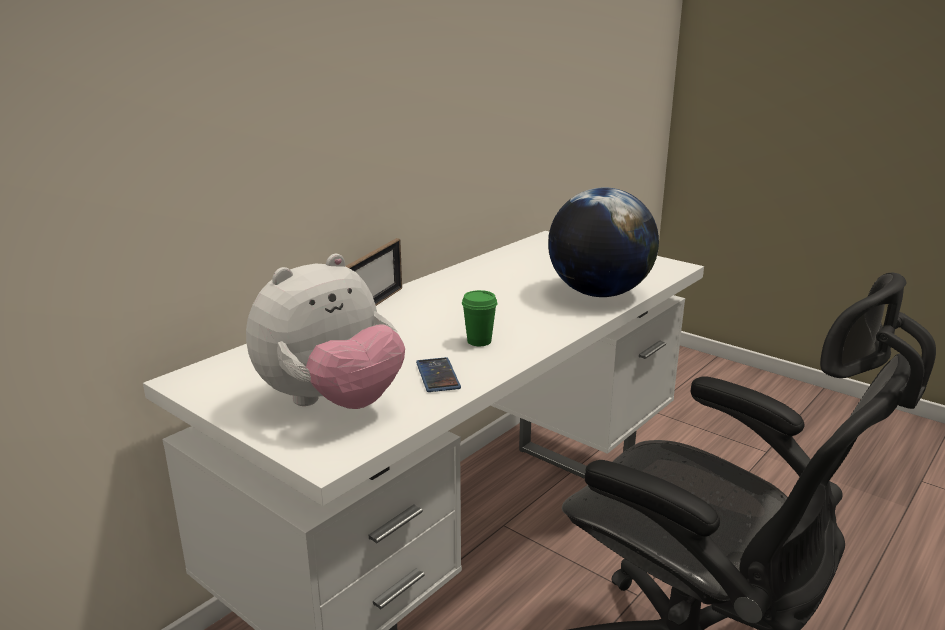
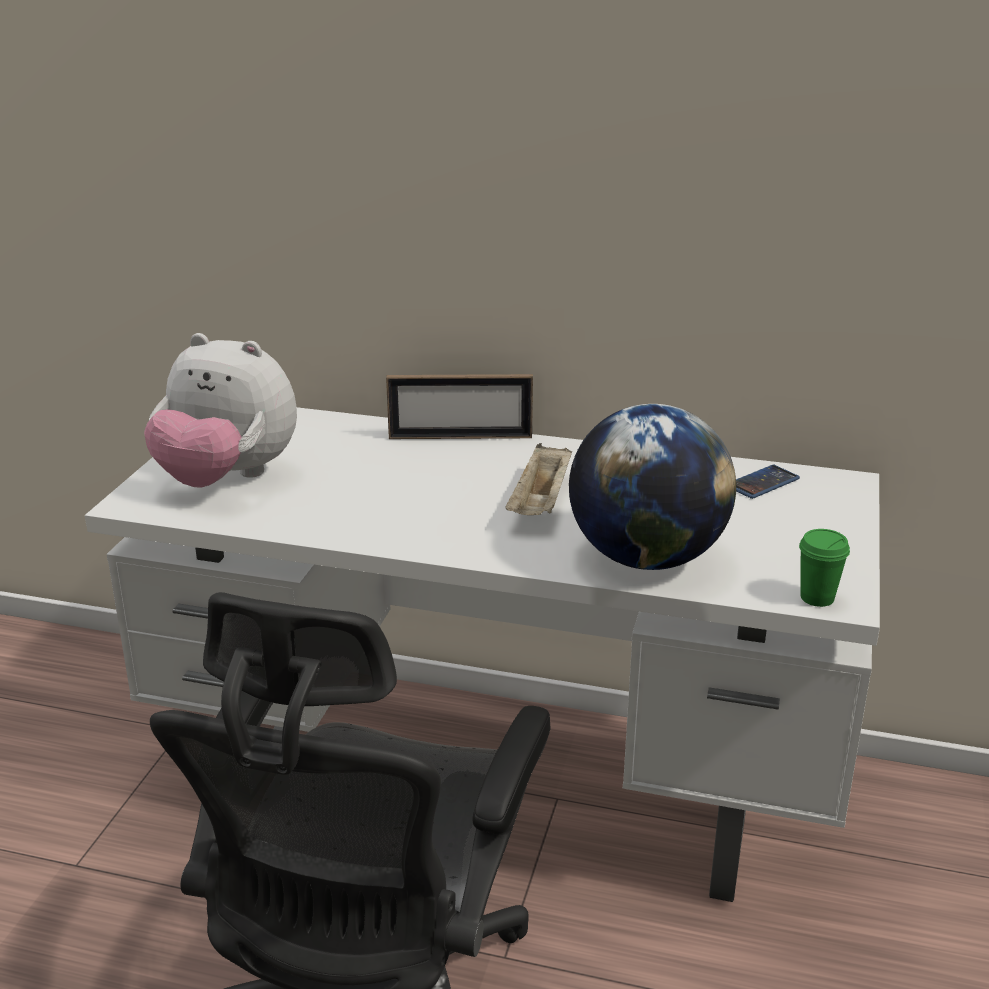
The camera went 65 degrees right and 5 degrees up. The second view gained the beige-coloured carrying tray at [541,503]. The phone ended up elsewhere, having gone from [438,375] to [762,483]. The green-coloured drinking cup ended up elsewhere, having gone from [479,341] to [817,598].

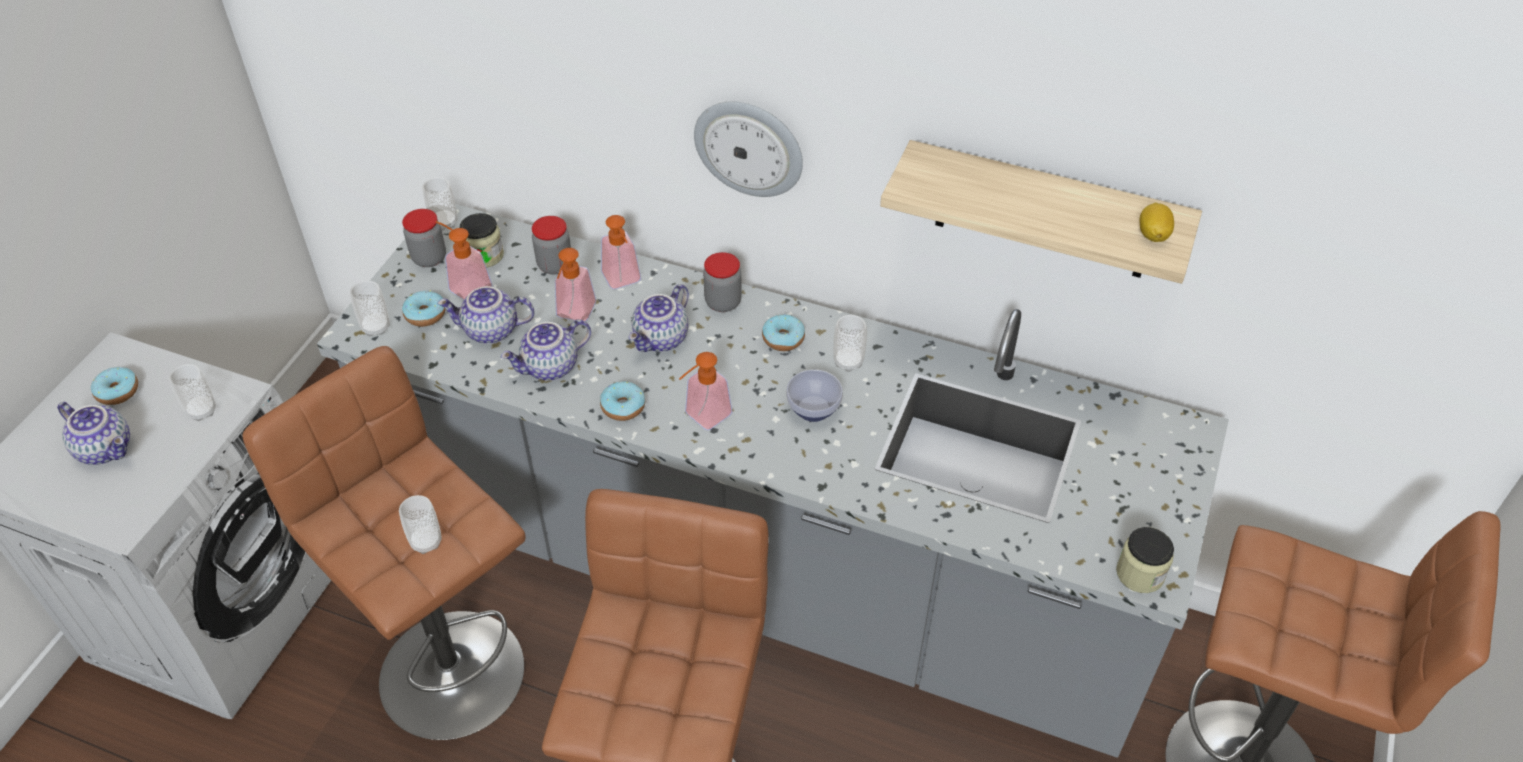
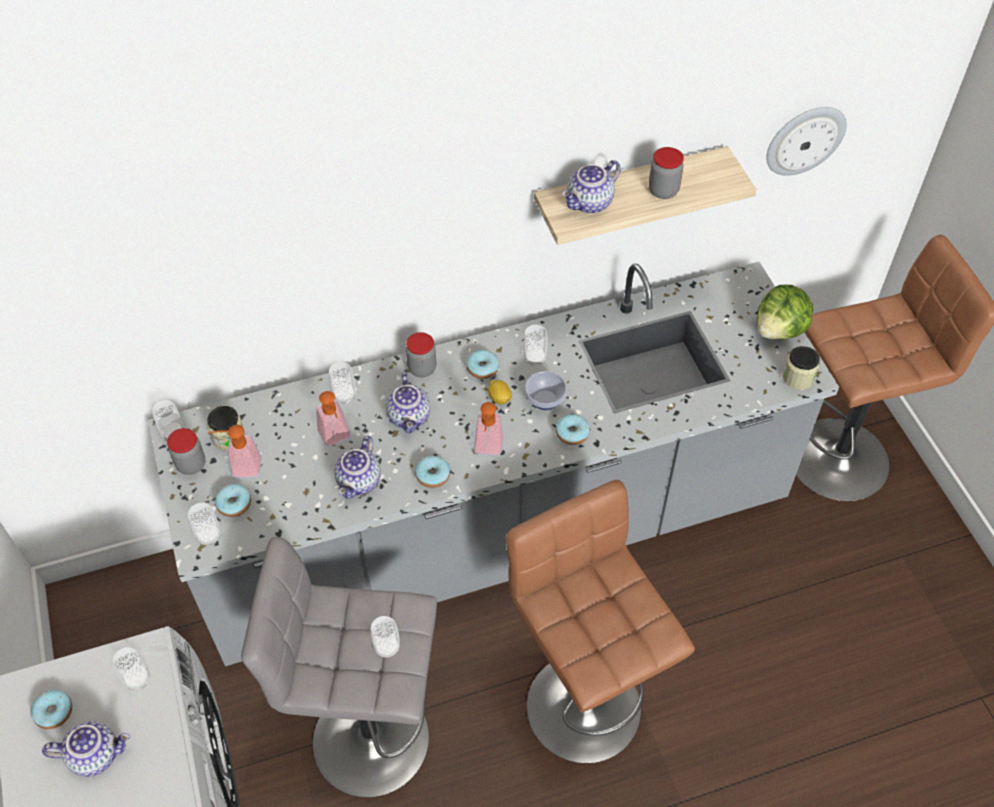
The camera went 40 degrees left and 5 degrees up. What was the brownish stool at [452,672] turned into the grey stool at [369,738]. Where the soap dispenser stood at [624,281], the drinking cup came to stand at [344,395]. The whole lemon ended up elsewhere, having gone from [1153,234] to [499,398]. The second view gained the donut at [572,433]. The tea pot ended up elsewhere, having gone from [490,331] to [590,203]. The storage jar ended up elsewhere, having gone from [555,265] to [663,191]. The second view gained the lettuce at [779,330]. The clock on the wall ended up elsewhere, having gone from [749,147] to [804,139].

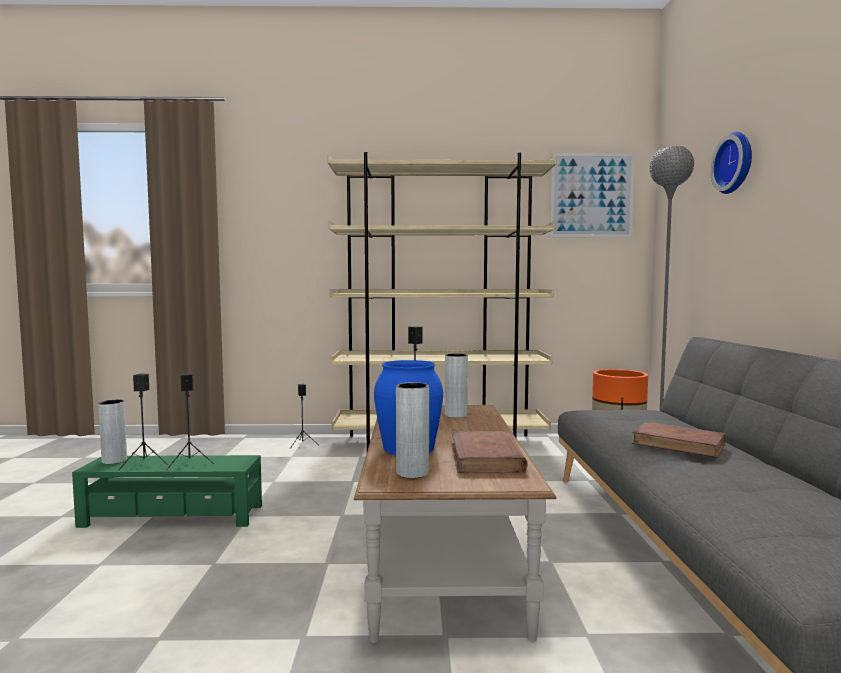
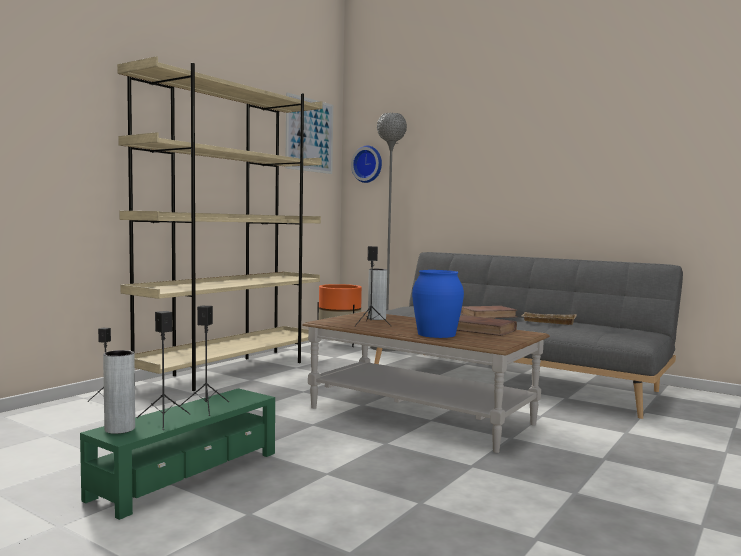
The camera went 55 degrees left and 0 degrees up. The clock on the wall ended up elsewhere, having gone from [736,163] to [368,164]. The second view gained the beige-coloured carrying tray at [547,322]. The second view lost the grey vase at [412,472].

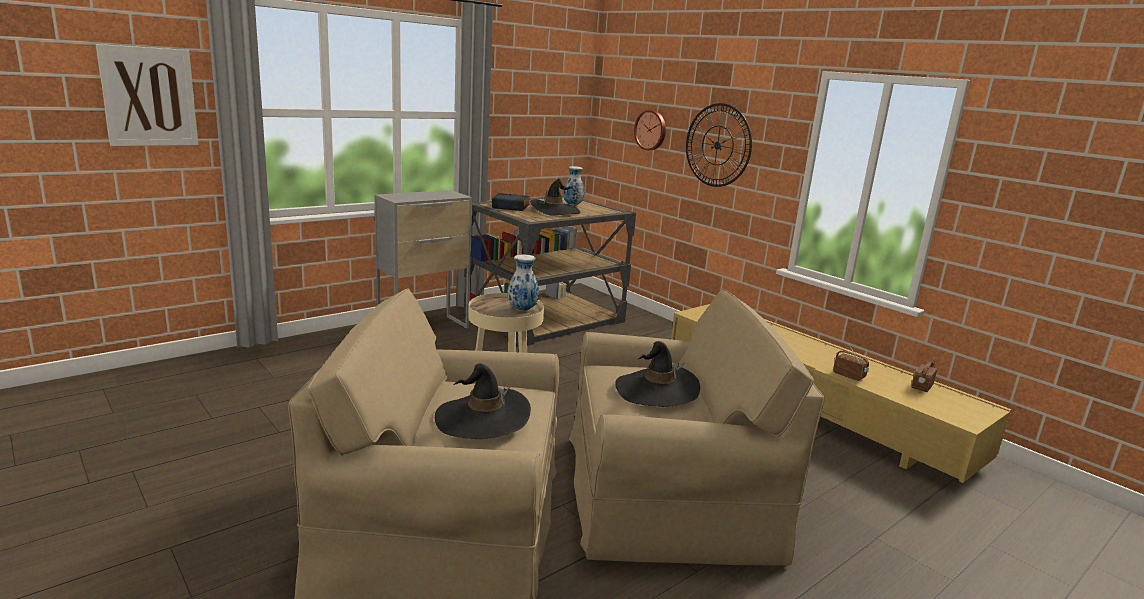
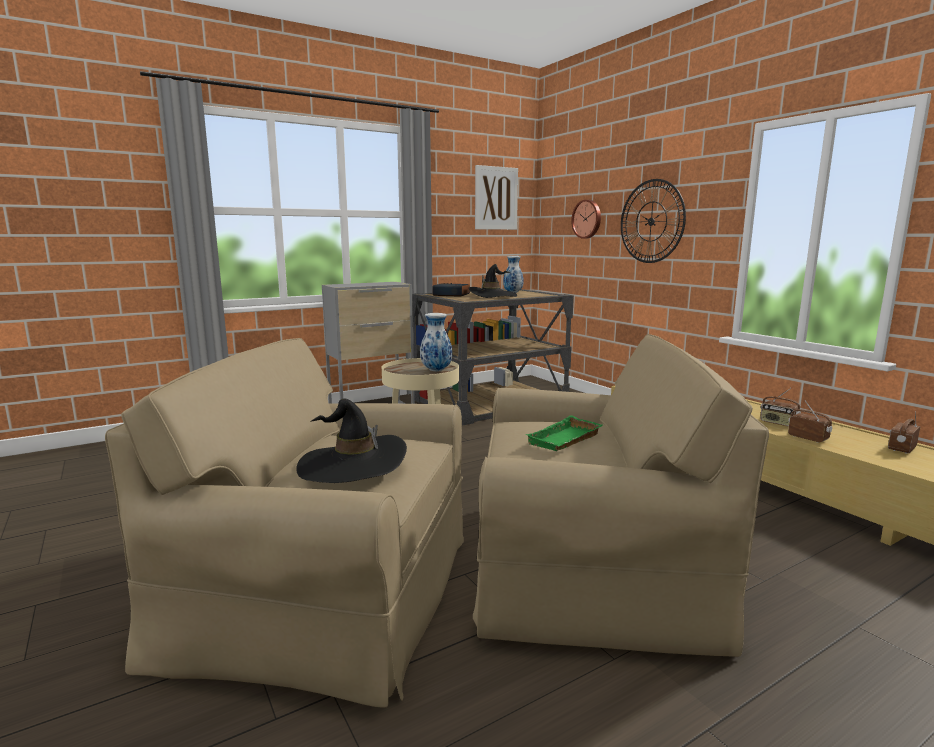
The camera went 10 degrees right and 5 degrees down. The wall picture ended up elsewhere, having gone from [149,97] to [496,198]. Where the blackish hat stood at [656,390], the green-coloured carrying tray came to stand at [565,440]. The second view gained the radio at [778,423].

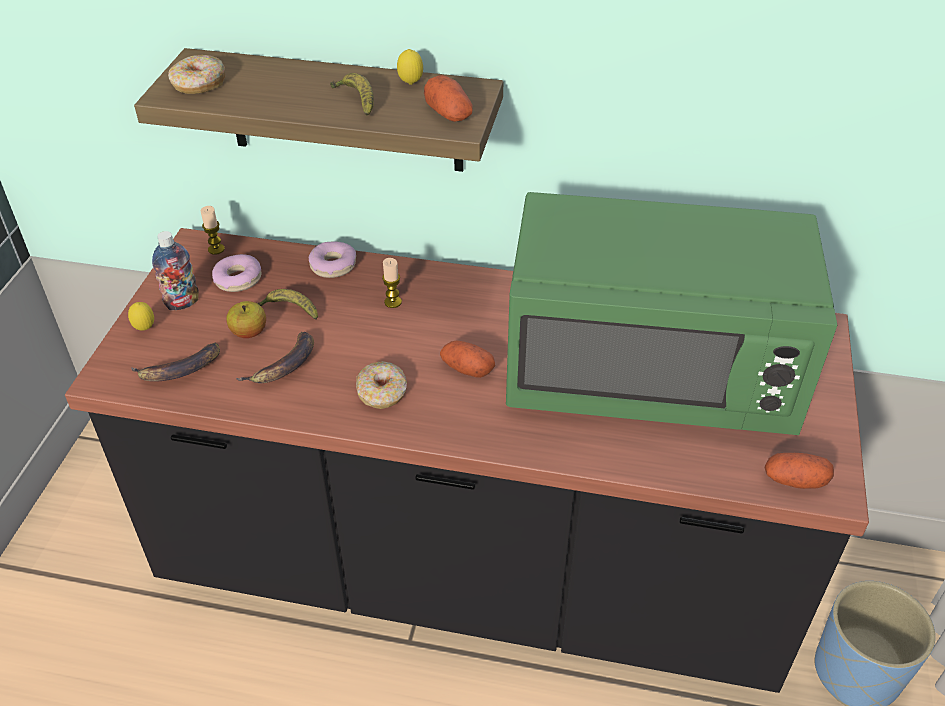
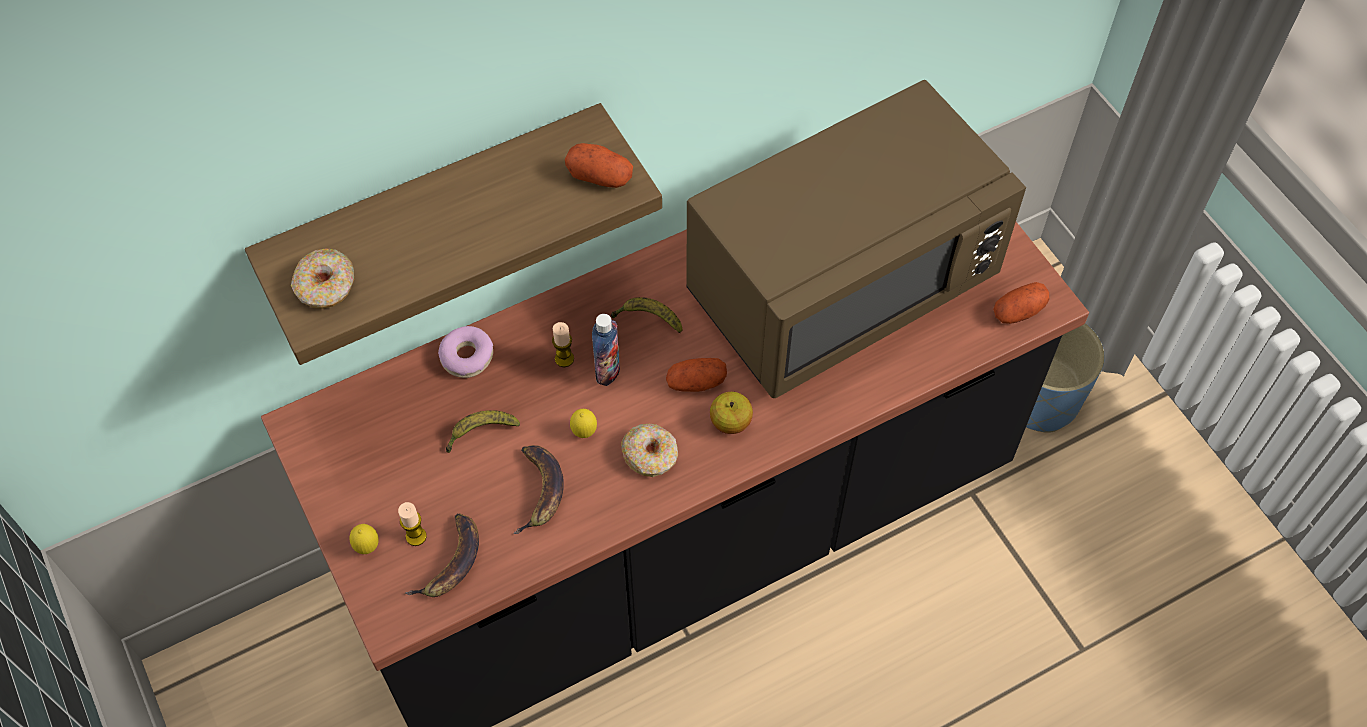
The camera went 40 degrees left and 15 degrees up. The wax light ended up elsewhere, having gone from [216,249] to [416,536]. The whole lemon ended up elsewhere, having gone from [410,84] to [584,432]. The bottle ended up elsewhere, having gone from [182,303] to [607,371]. The banana ended up elsewhere, having gone from [356,101] to [648,319]. What was the green-coloured microwave at [650,375] turned into the brownish microwave at [842,286]. The apple fruit ended up elsewhere, having gone from [249,332] to [730,422]. The second view lost the donut at [238,279].

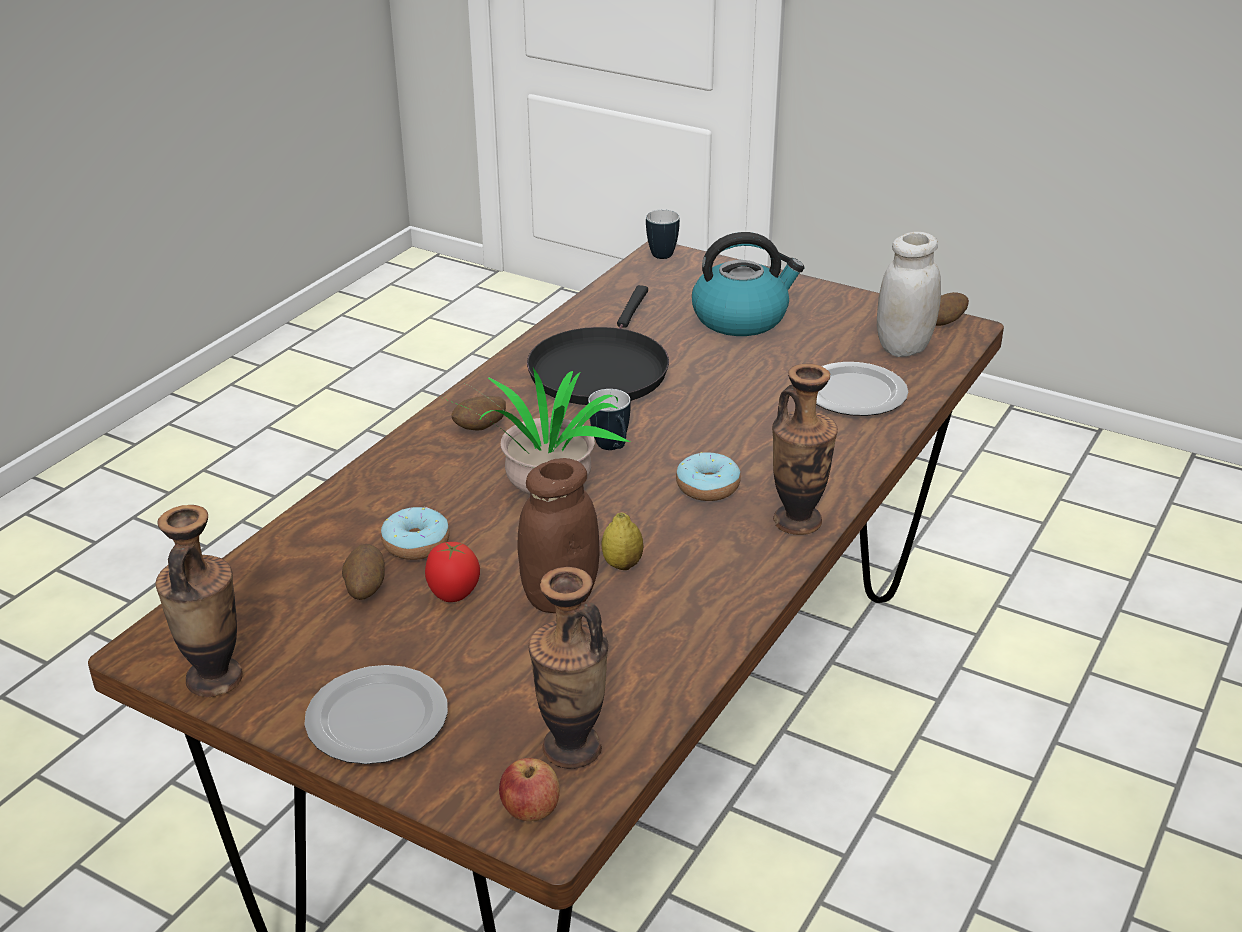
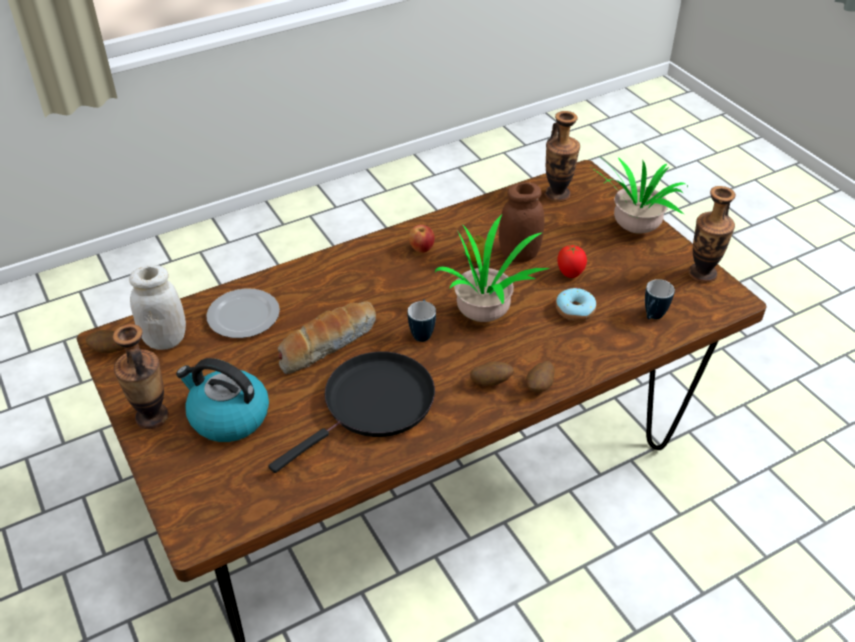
The camera went 150 degrees left and 10 degrees up. The vase ended up elsewhere, having gone from [797,521] to [152,417]. The second view gained the baked bread at [327,344]. The apple fruit ended up elsewhere, having gone from [530,811] to [421,248]. The whole potato ended up elsewhere, having gone from [365,588] to [539,386]. Where the flat dish stood at [375,720], the potted plant came to stand at [633,231]. The tea mug ended up elsewhere, having gone from [662,252] to [652,317]. The second view lost the donut at [707,487].

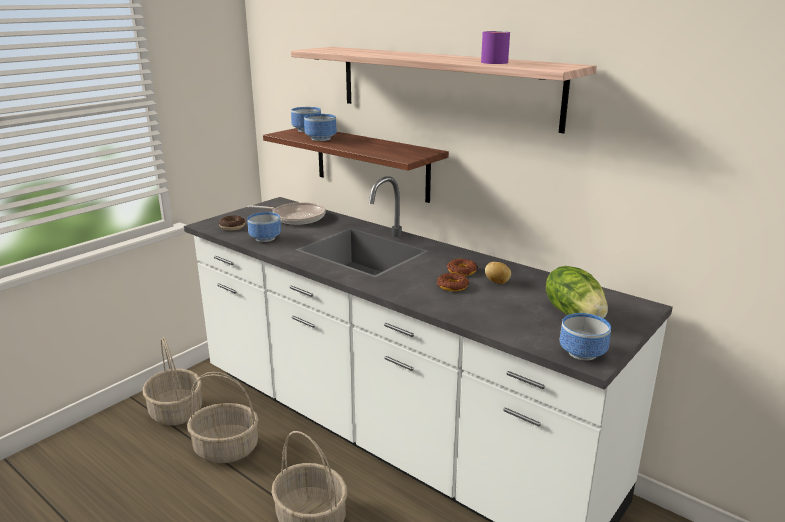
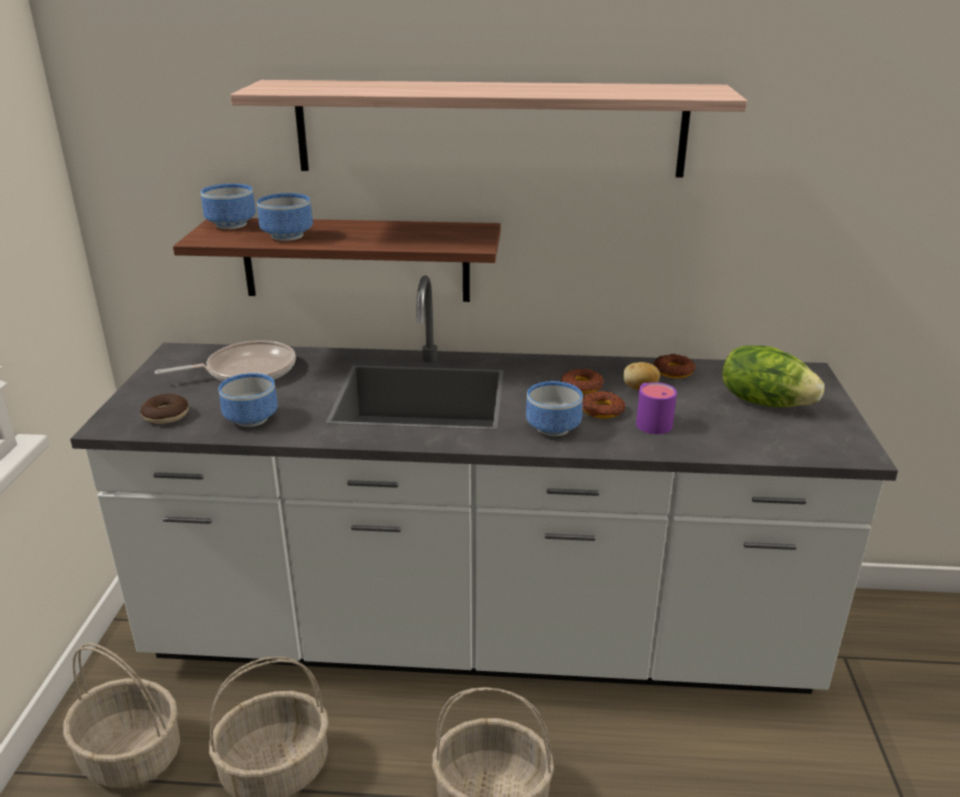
The camera went 35 degrees left and 5 degrees up. The serving bowl ended up elsewhere, having gone from [580,352] to [550,428]. The purplish tea mug ended up elsewhere, having gone from [495,62] to [650,421]. The second view gained the donut at [673,371].

